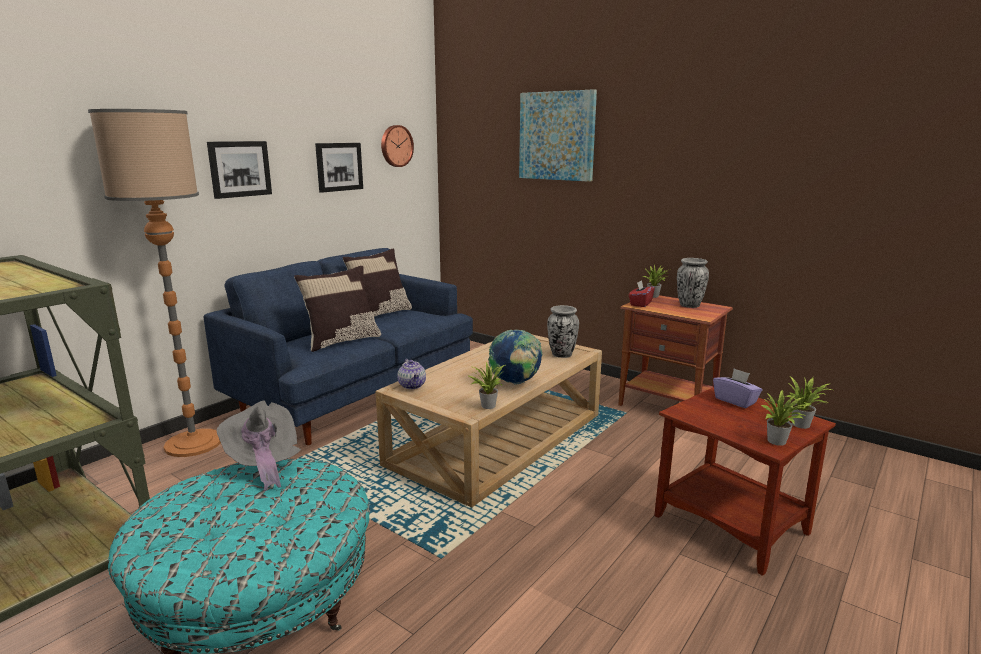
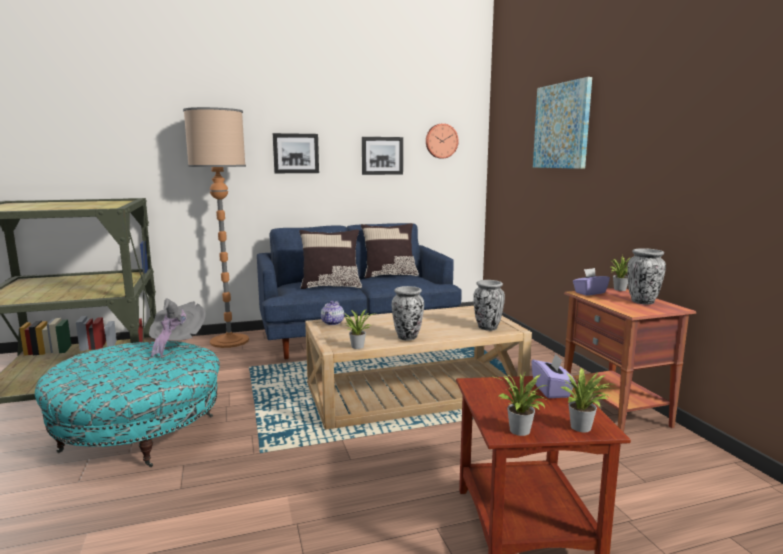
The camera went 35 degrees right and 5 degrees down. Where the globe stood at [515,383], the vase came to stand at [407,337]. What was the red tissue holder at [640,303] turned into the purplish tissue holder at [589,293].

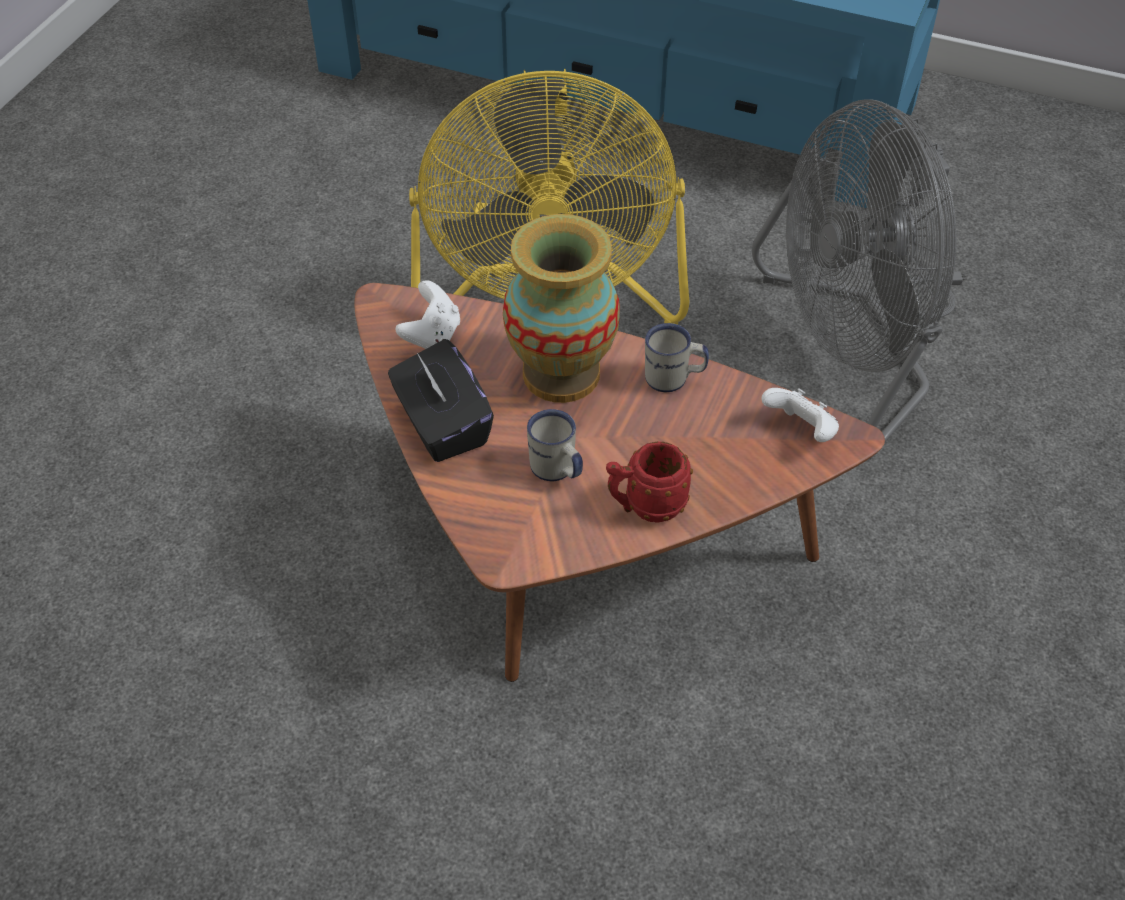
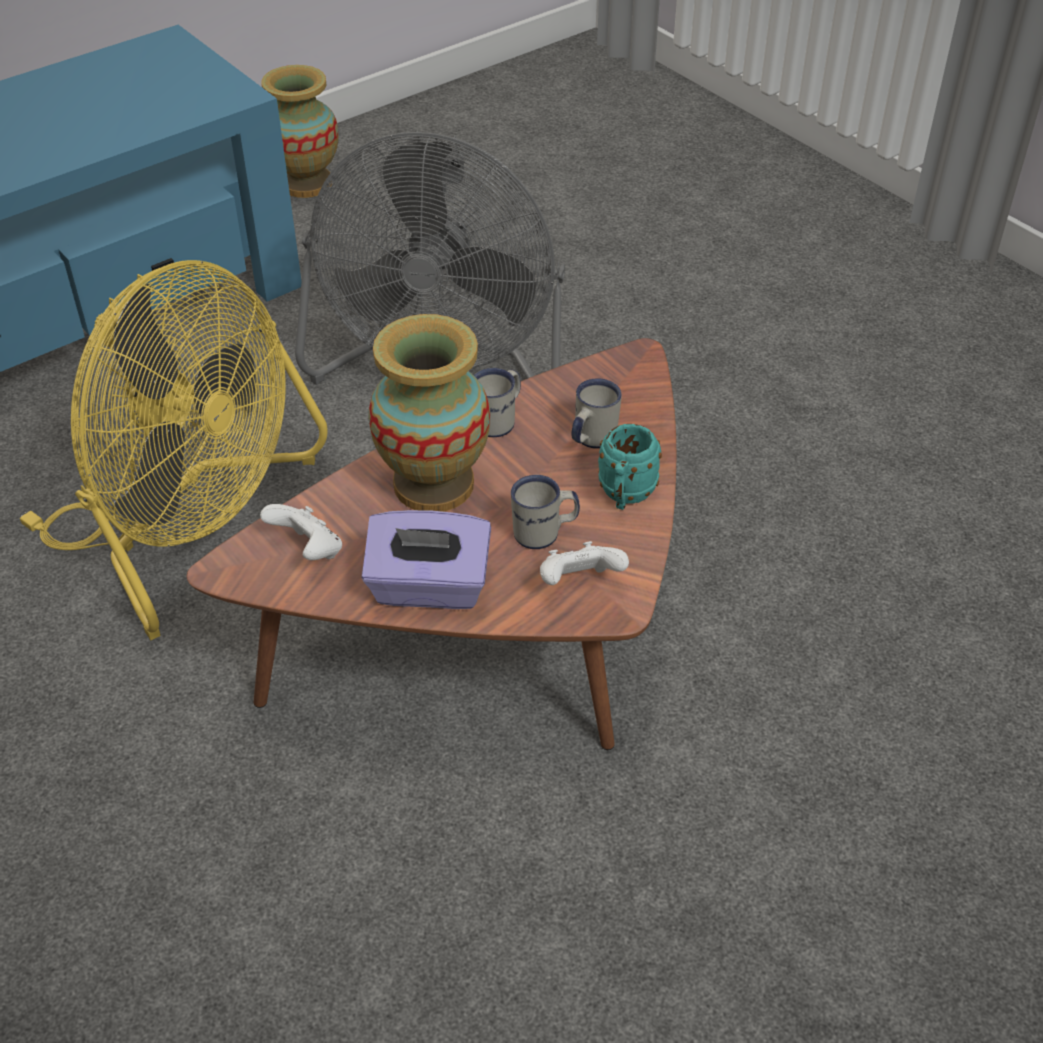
The camera went 60 degrees left and 5 degrees down. The second view gained the vase at [306,183]. What was the blackish tissue holder at [442,425] turned into the purplish tissue holder at [428,588]. The whitish joypad ended up elsewhere, having gone from [801,431] to [579,583]. The second view gained the whitish tea mug at [590,440]. What was the red tea mug at [645,506] turned into the blue-green tea mug at [625,496].

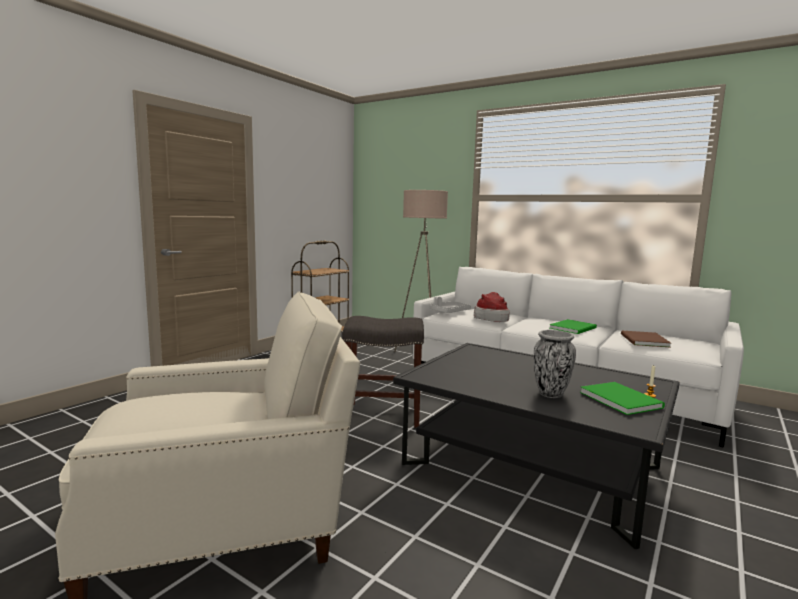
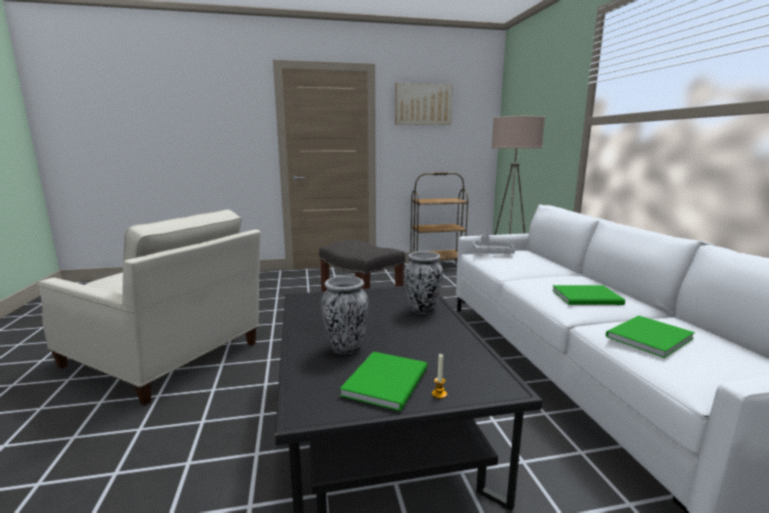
The camera went 45 degrees right and 5 degrees up. The second view gained the wall picture at [423,104]. The second view gained the vase at [423,310]. What was the brownish bound book at [643,341] turned into the green-coloured bound book at [646,337]. The second view lost the hat at [492,318].

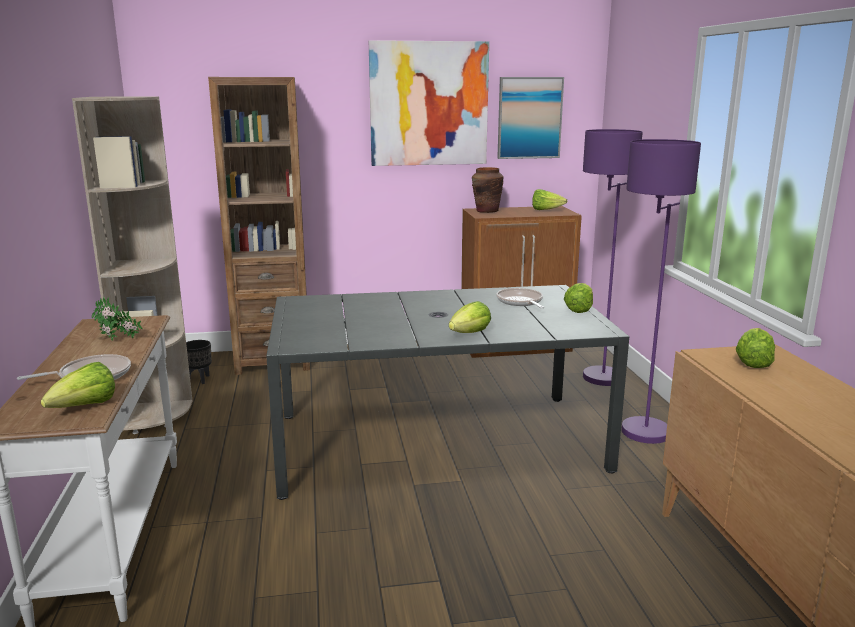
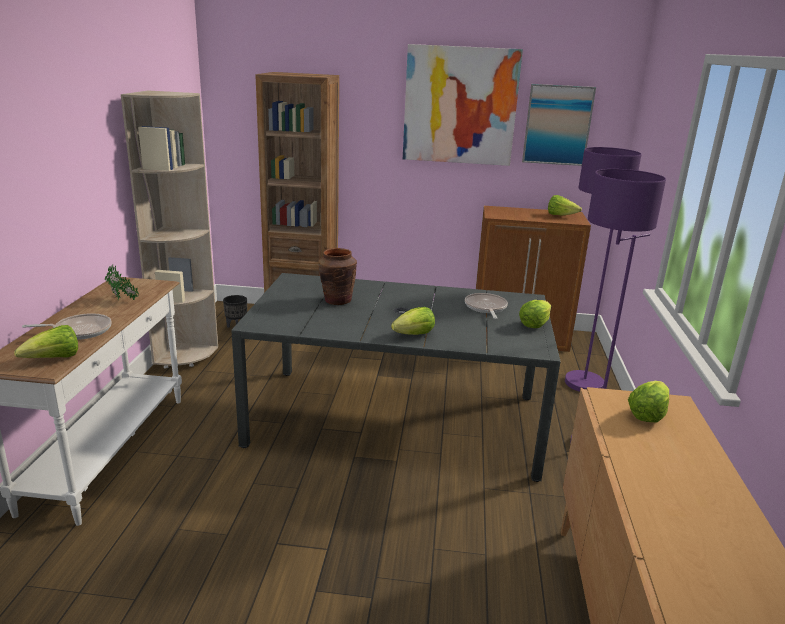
The camera went 15 degrees right and 5 degrees up. The brownish vase ended up elsewhere, having gone from [487,211] to [337,300].

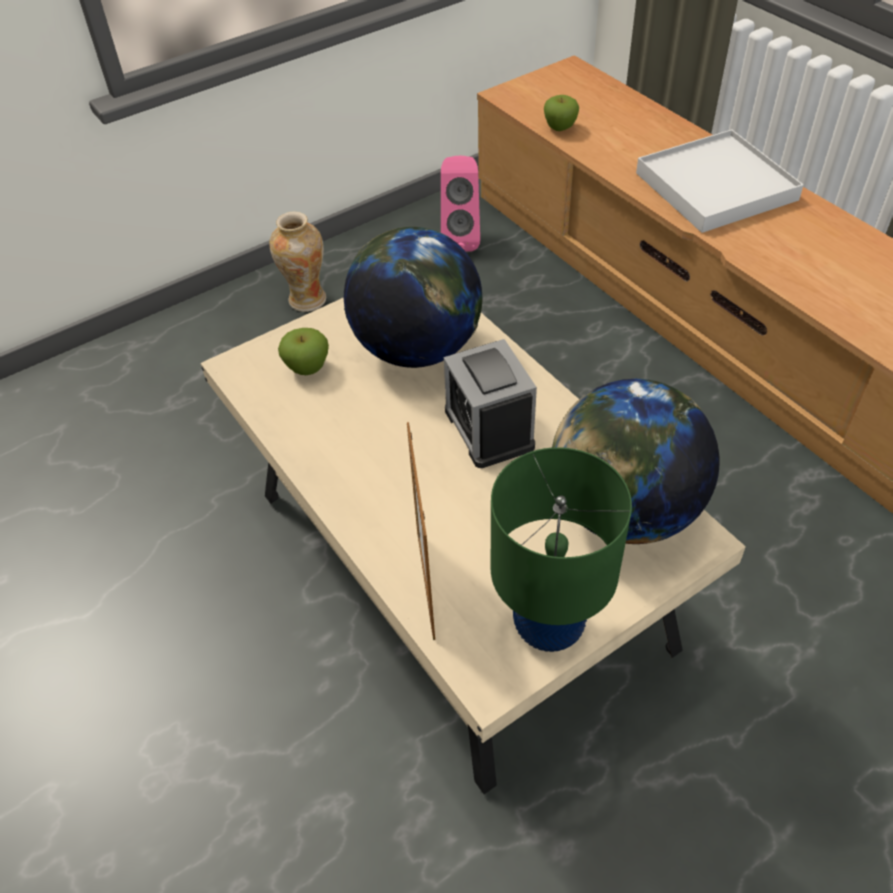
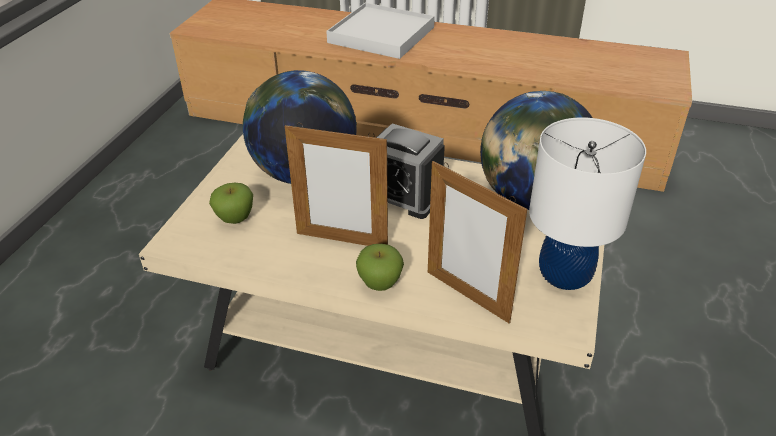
The camera went 40 degrees left and 10 degrees down. The second view gained the picture frame at [341,240]. The apple fruit ended up elsewhere, having gone from [560,128] to [380,283]. What was the green-coloured table lamp at [550,630] turned into the whitish table lamp at [567,278]. The second view lost the vase at [307,300]. The second view lost the pink-coloured loudspeaker at [461,239].

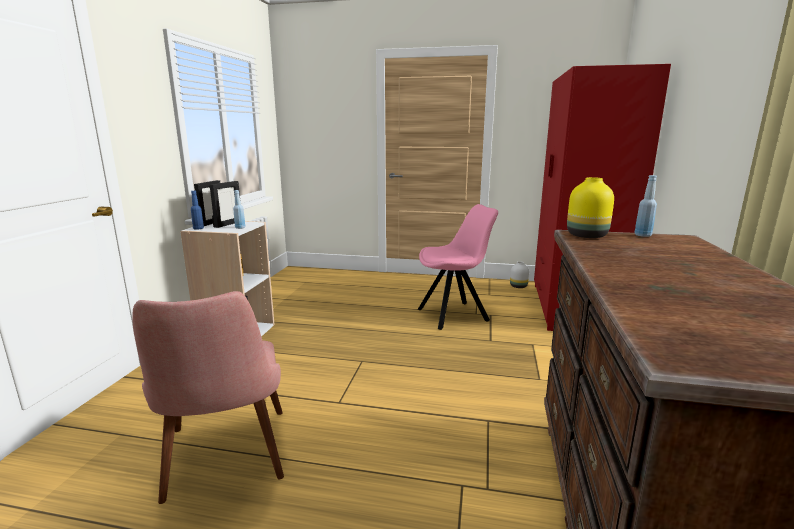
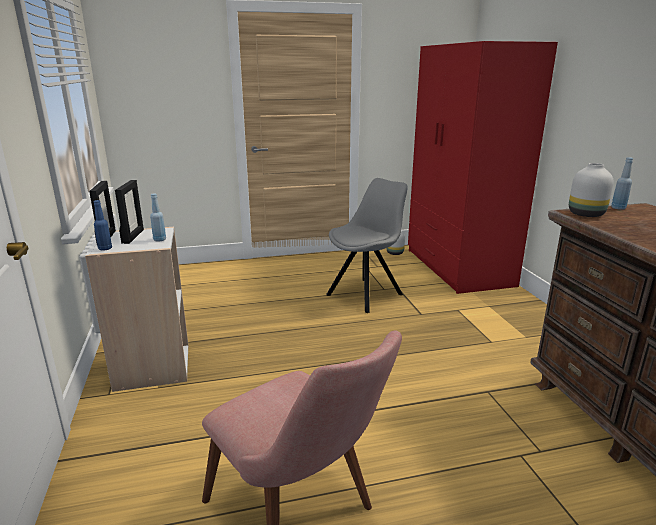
The camera went 25 degrees left and 5 degrees up. What was the pink-coloured upright chair at [453,315] turned into the grey upright chair at [365,295]. What was the yellow vase at [588,236] turned into the whitish vase at [587,214].

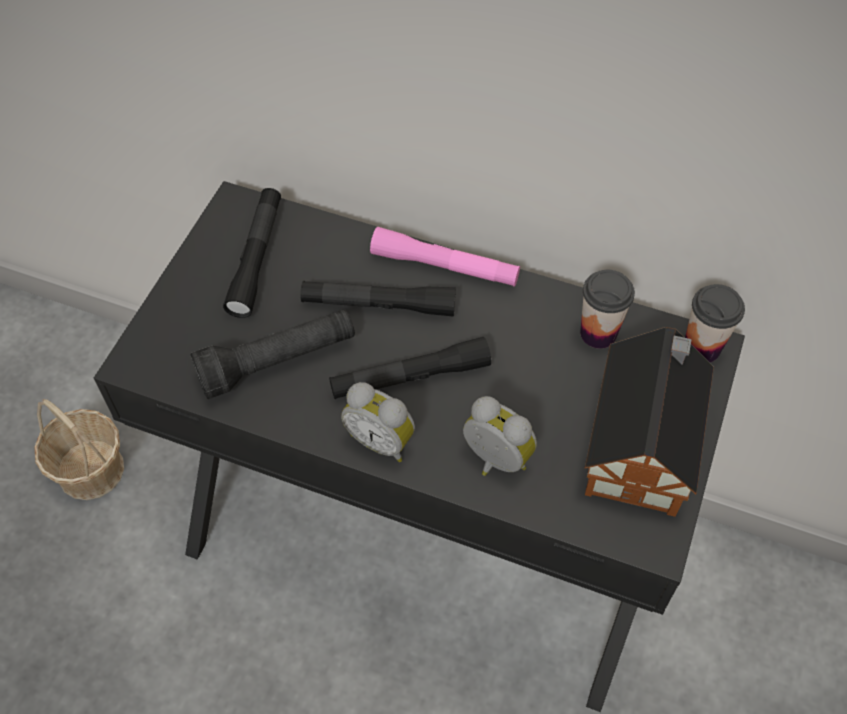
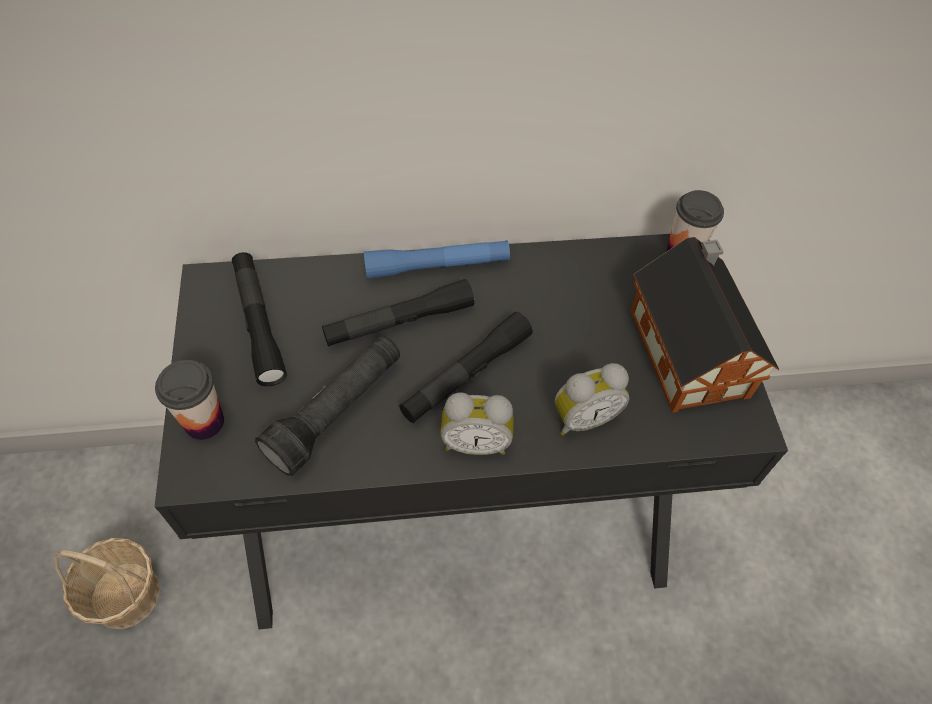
The camera went 30 degrees left and 0 degrees up. The drinking cup ended up elsewhere, having gone from [598,333] to [204,422]. What was the pink-coloured flashlight at [444,266] turned into the blue-coloured flashlight at [437,266]. The bedside clock at [494,461] ended up facing another way, 150 degrees clockwise from before.

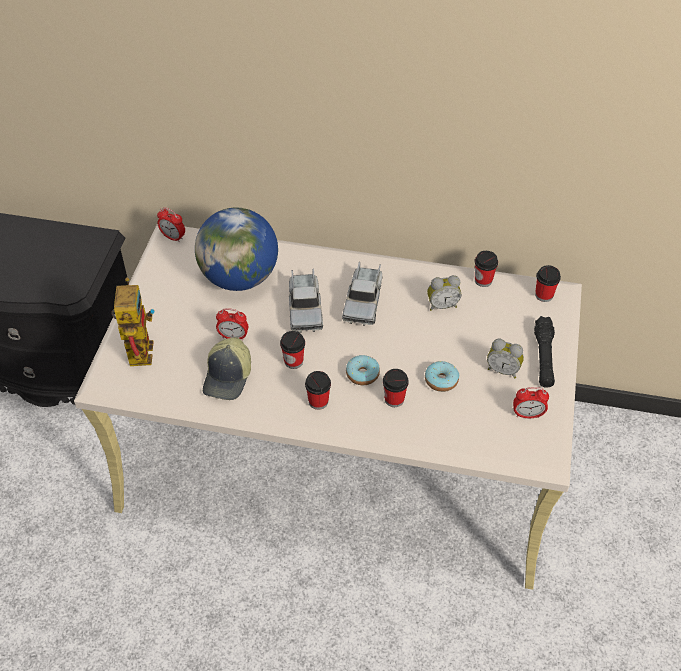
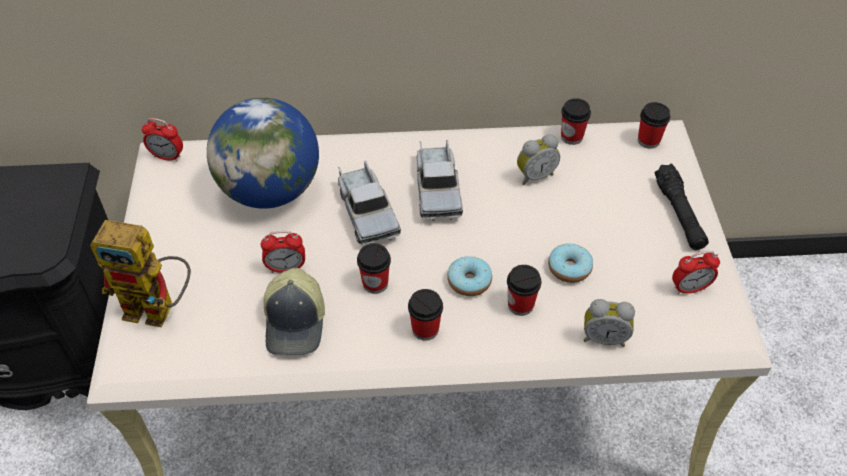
The camera went 15 degrees left and 0 degrees up. The toy robot at [138,347] ended up facing another way, 120 degrees clockwise from before. The bedside clock ended up elsewhere, having gone from [503,370] to [604,337].

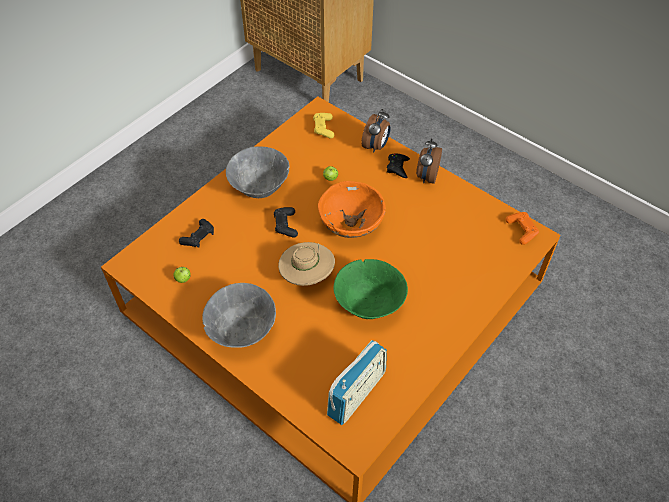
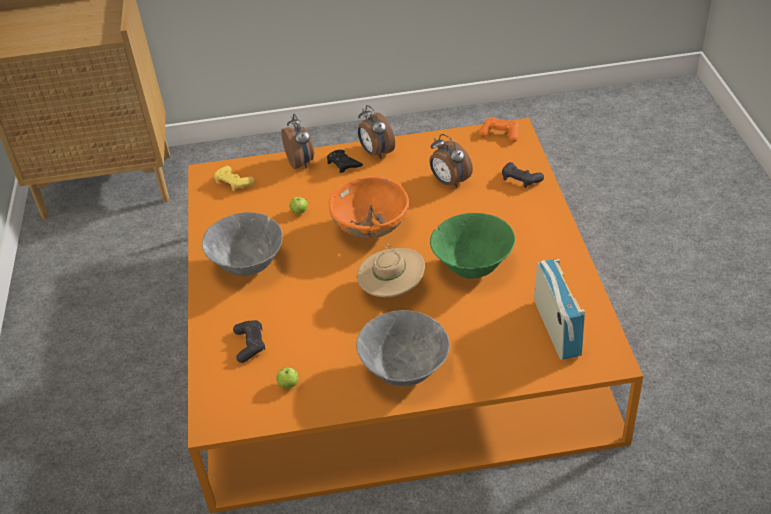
The camera went 45 degrees left and 10 degrees down. The second view gained the bedside clock at [449,182]. The blackish joypad ended up elsewhere, having gone from [285,225] to [520,180].

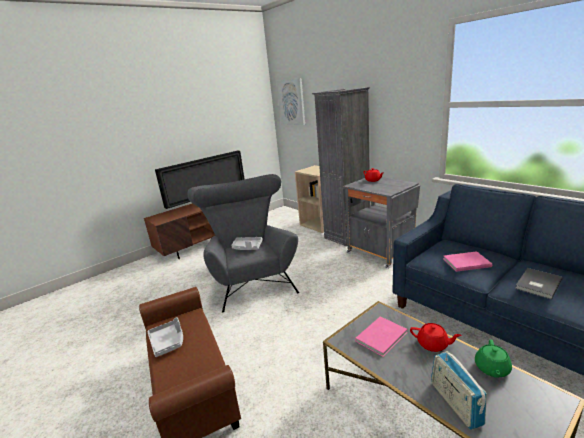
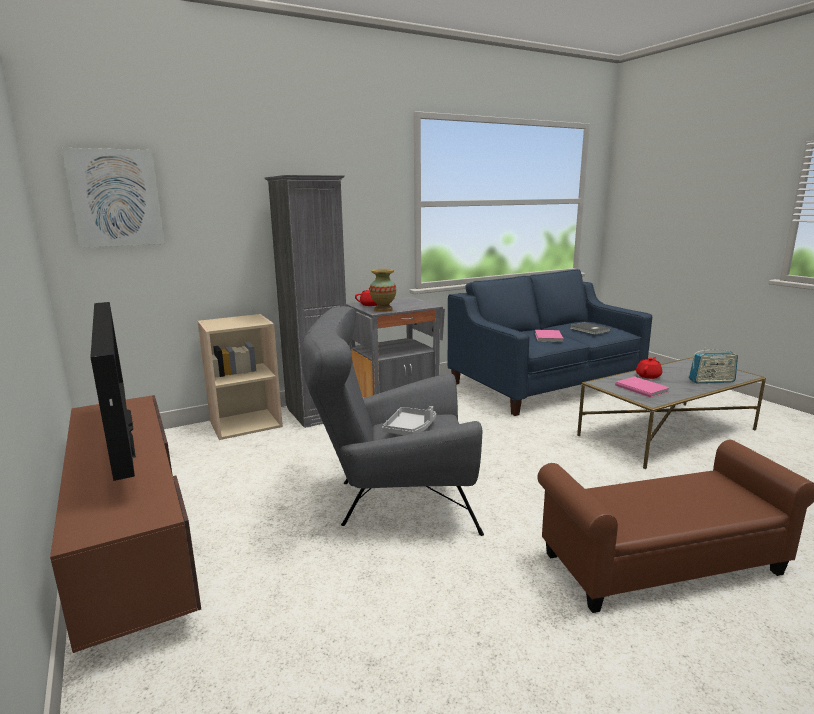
The camera went 80 degrees left and 5 degrees down. The second view gained the vase at [383,310]. The second view lost the grey carrying tray at [168,342]. The second view lost the green-coloured tea pot at [491,369].

